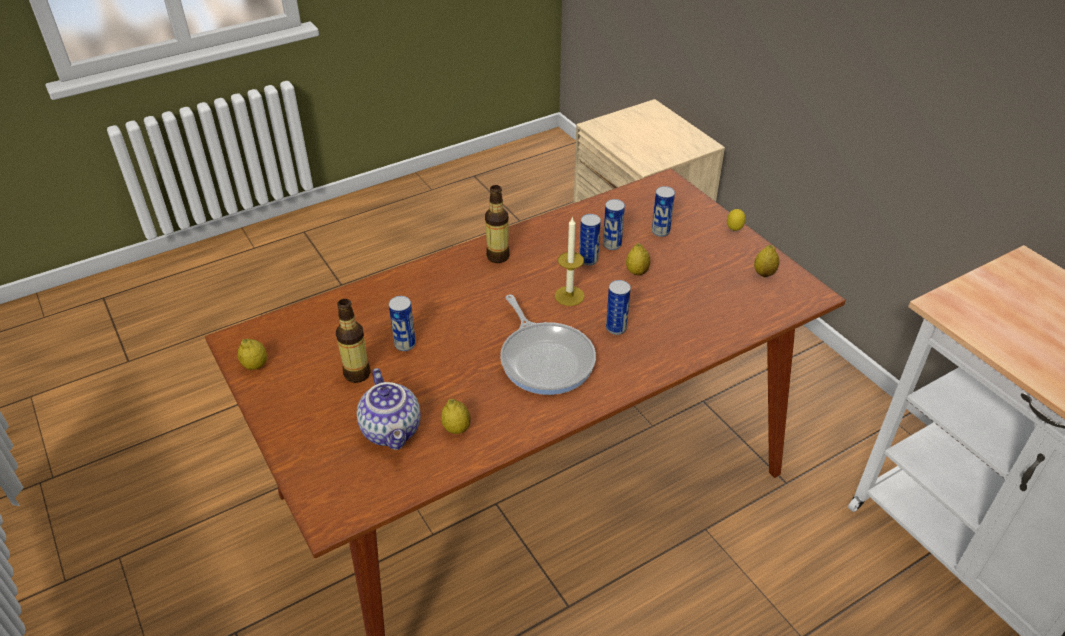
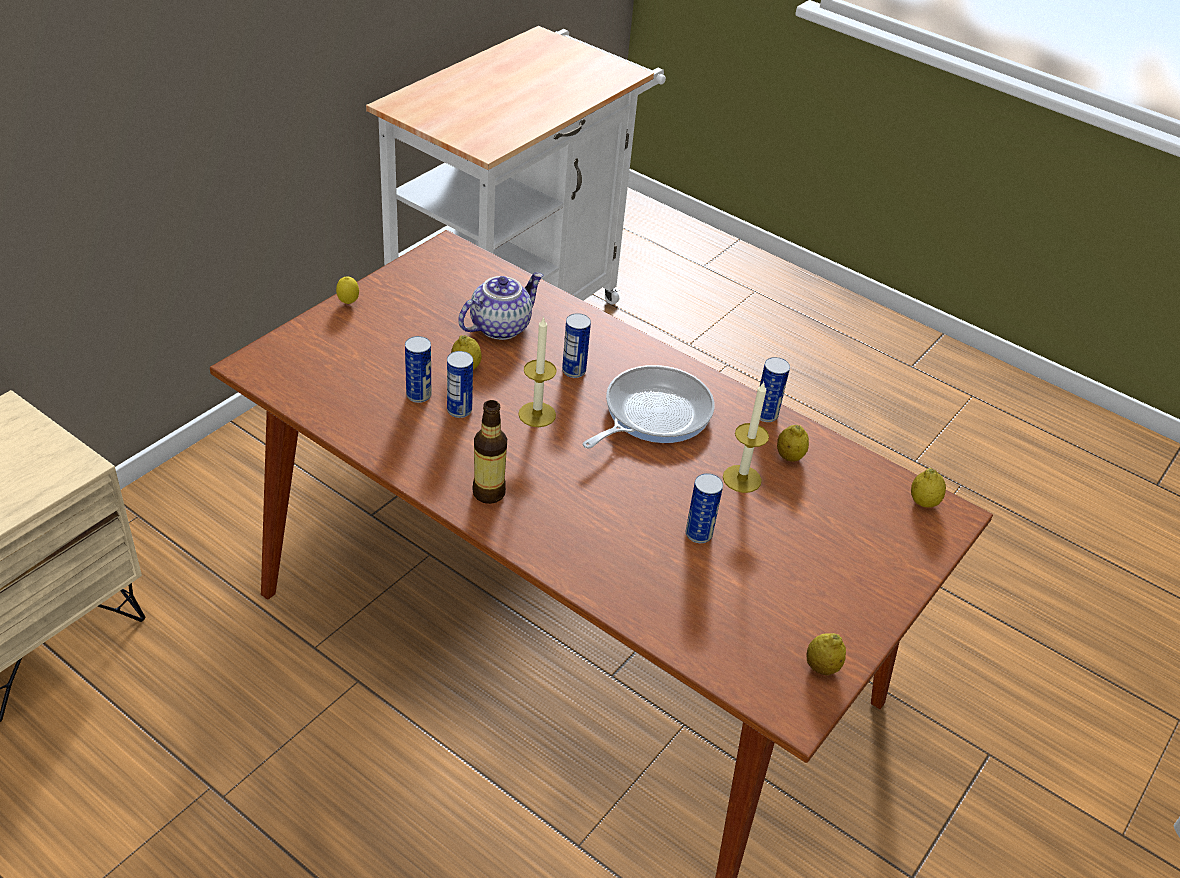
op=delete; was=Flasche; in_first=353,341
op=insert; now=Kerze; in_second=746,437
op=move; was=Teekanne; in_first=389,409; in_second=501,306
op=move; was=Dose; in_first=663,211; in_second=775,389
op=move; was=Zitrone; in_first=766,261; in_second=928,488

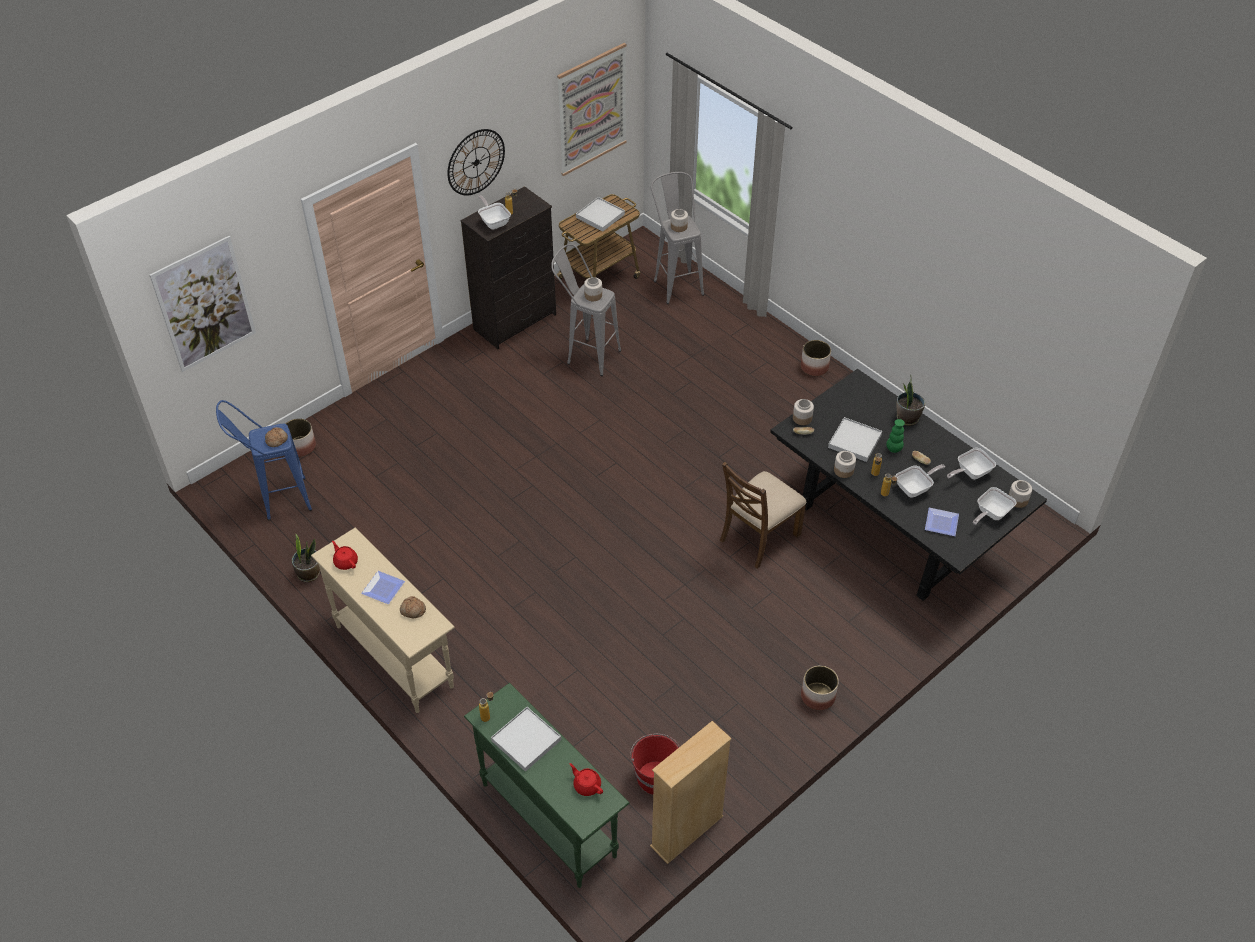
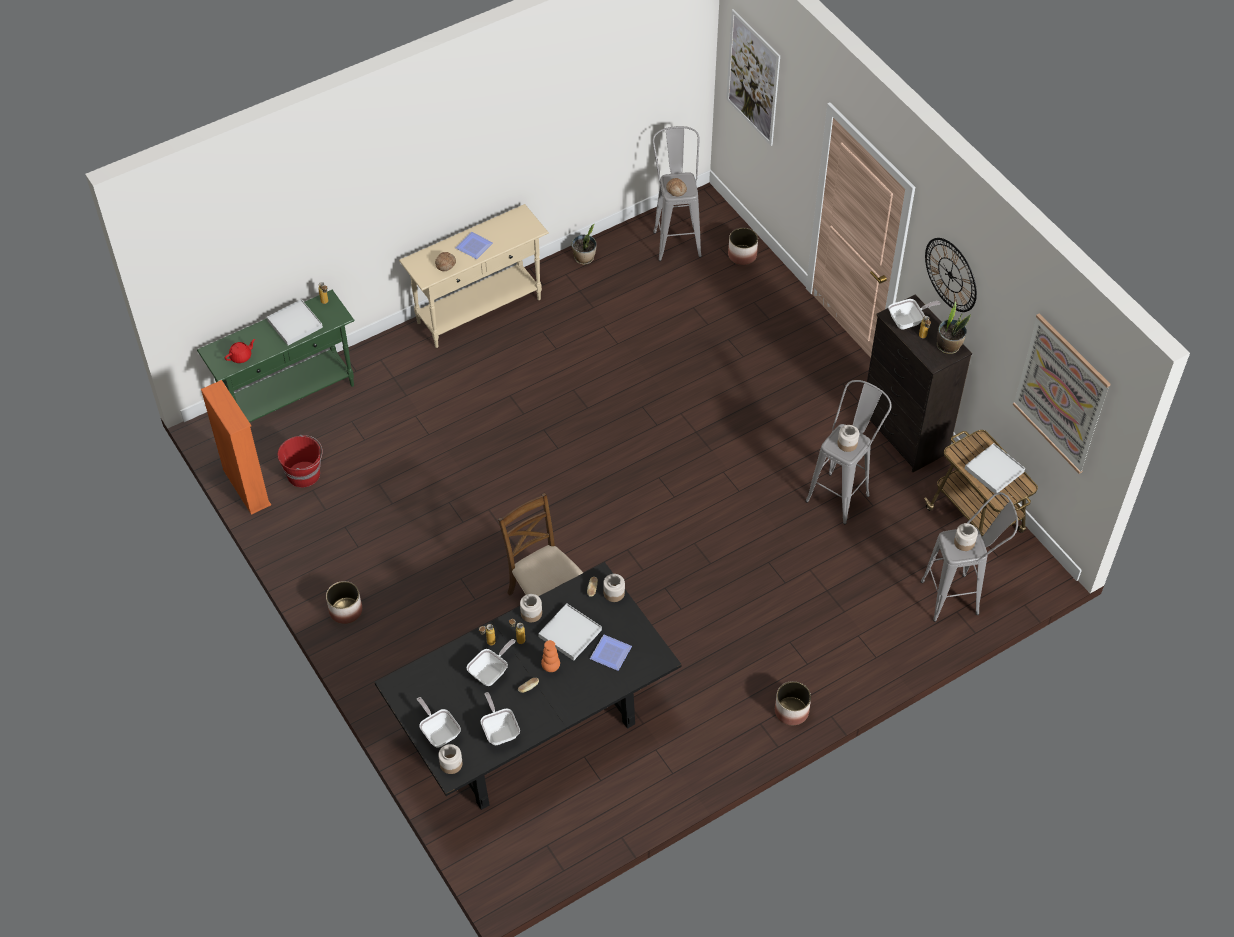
op=delete; was=Teekanne/rot; in_first=345,555
op=move; was=Topfpflanze; in_first=910,400; in_second=954,327
op=move; was=Teller; in_first=942,522; in_second=611,653
op=recolor; was=Hocker/blau; now=Hocker/grau; in_first=264,460; in_second=677,193
op=recolor; was=Bücherregal/beige; now=Bücherregal/orange; in_first=691,792; in_second=236,447
op=recolor; was=Vase/grün; now=Vase/orange; in_first=895,436; in_second=550,656
op=rotate; was=Pfanne; in_first=920,481; in_second=491,662; clockwise=-120

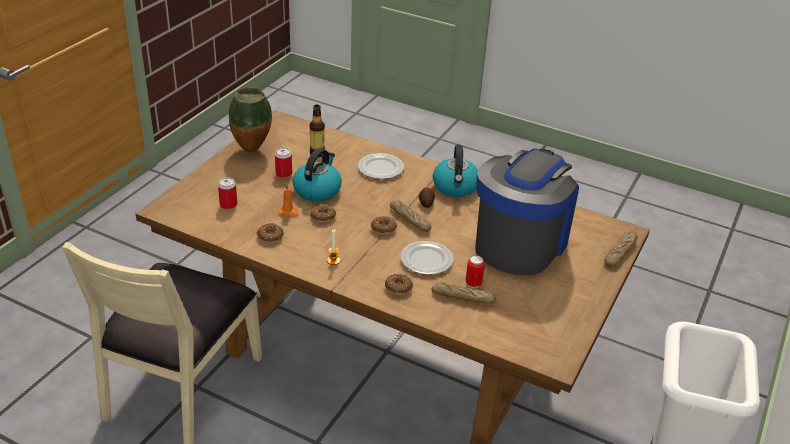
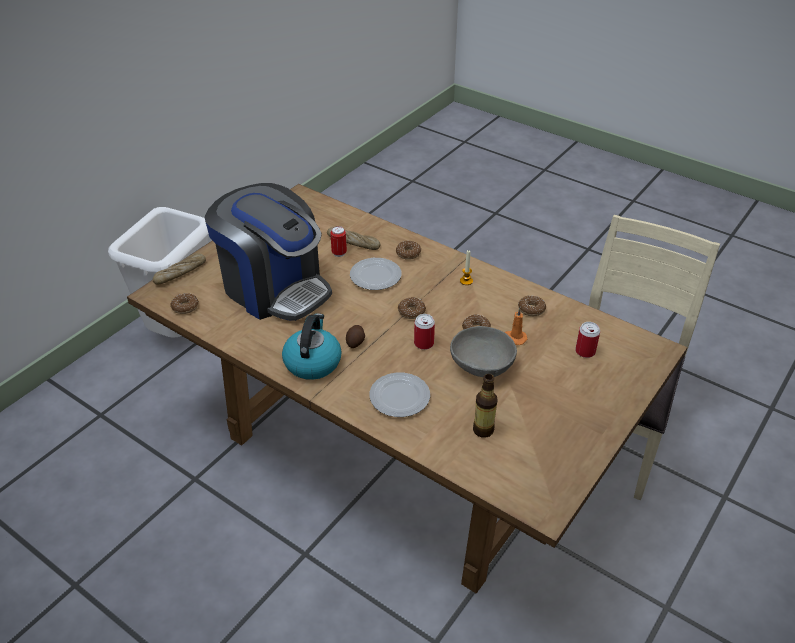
op=delete; was=Vase; in_first=250,120
op=delete; was=Brot; in_first=410,216
op=insert; now=Donut; in_second=184,303
op=move; was=Dose; in_first=283,163; in_second=424,332
op=replace; was=Wasserkessel; now=Schüssel/grau; in_first=317,175; in_second=483,351
op=rotate; was=Kaffeemaschine; in_first=527,211; in_second=268,252; clockwise=-90

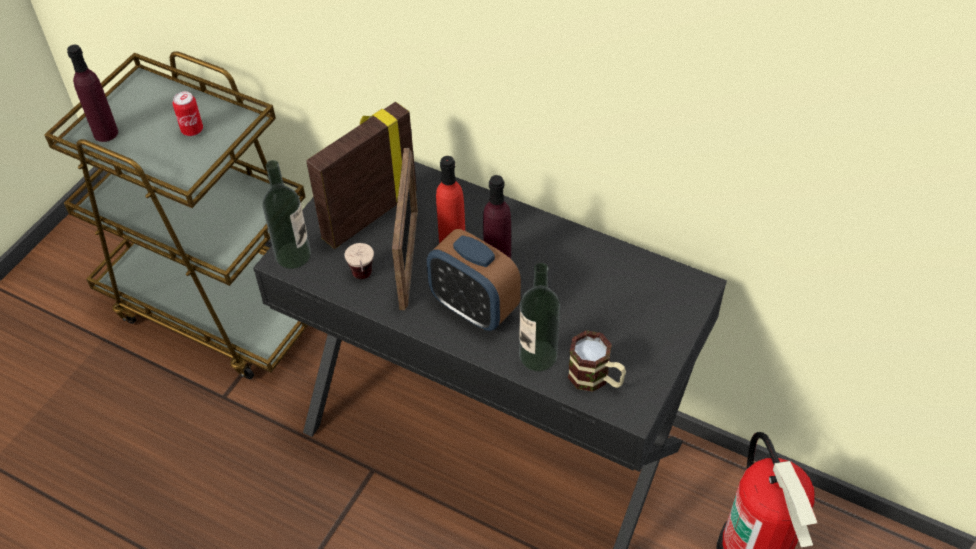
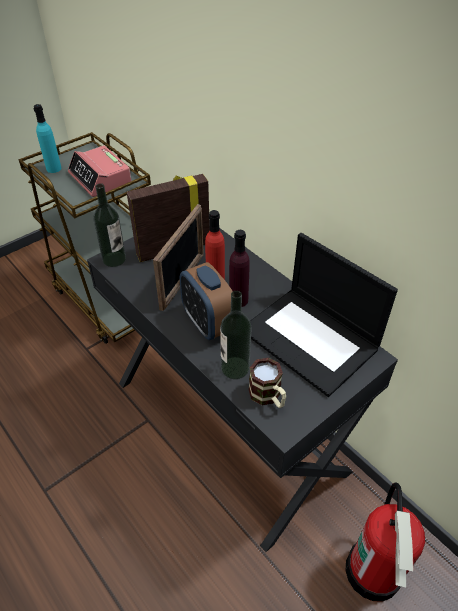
op=delete; was=Tasse; in_first=359,261
op=insert; now=Laptop; in_second=324,315
op=replace; was=Dose; now=Wecker; in_first=188,113; in_second=100,171
op=recolor; was=Flasche/lila; now=Flasche/türkis; in_first=92,93; in_second=47,138

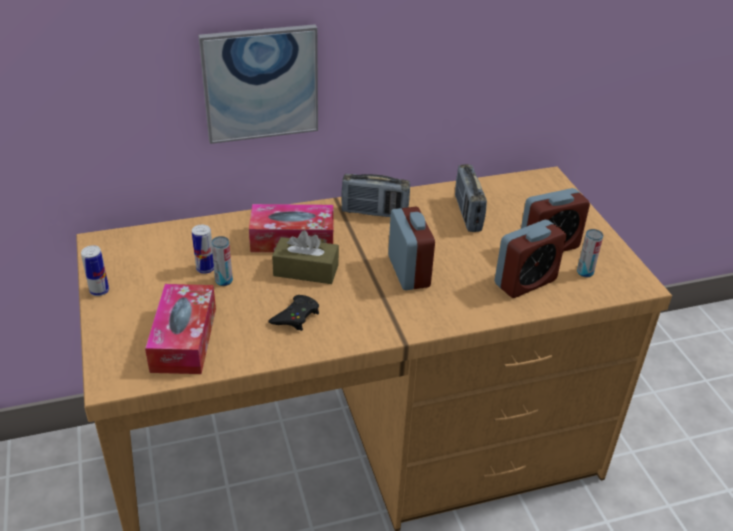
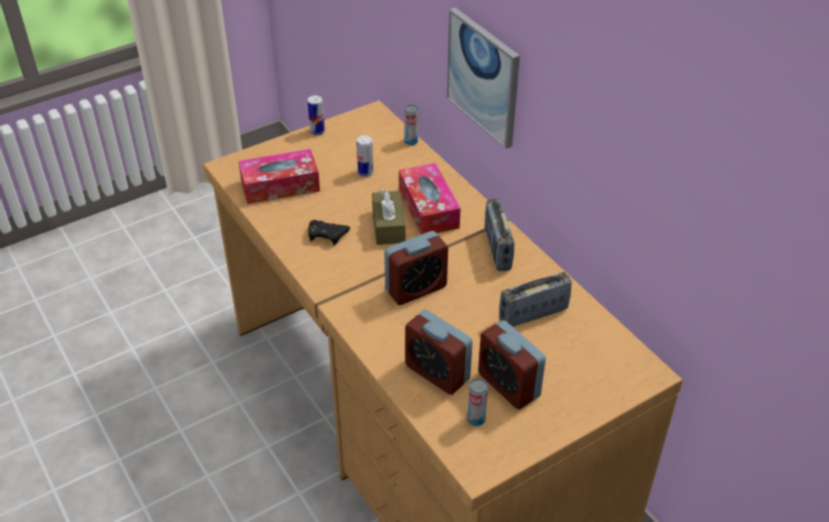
op=move; was=Dose; in_first=222,261; in_second=411,125

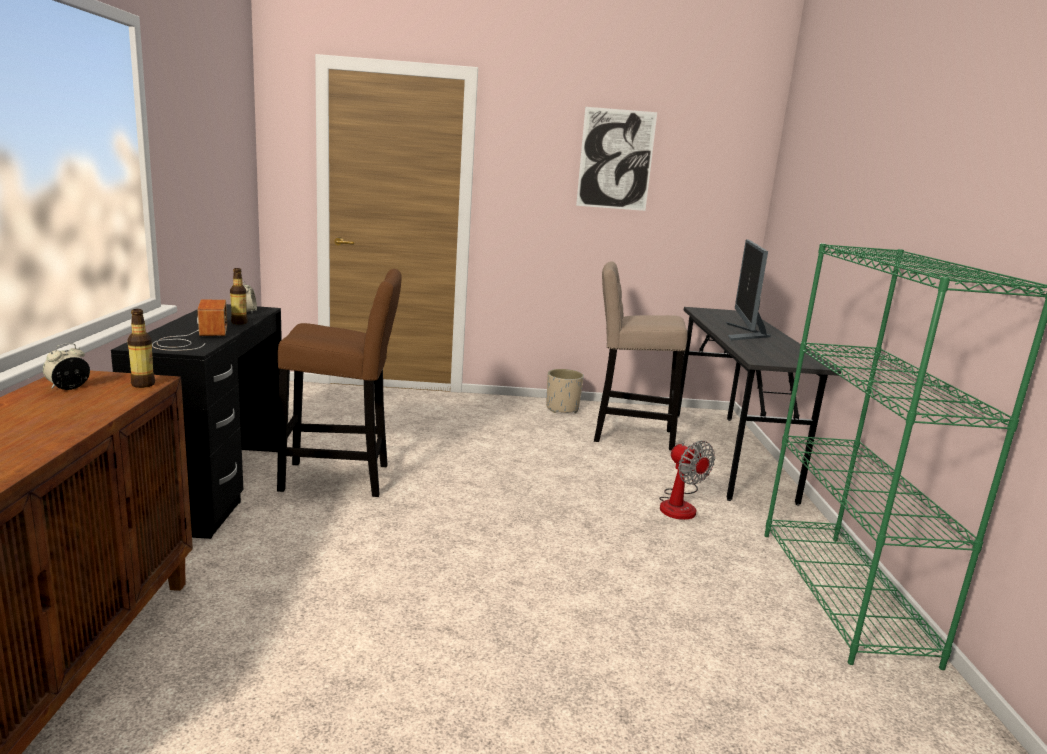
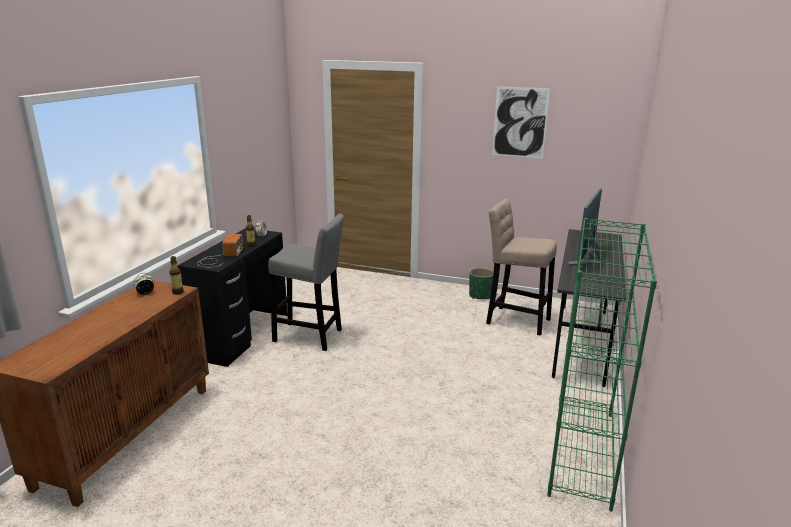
op=delete; was=Ventilator; in_first=687,480
op=recolor; was=Hocker/braun; now=Hocker/grau; in_first=339,383; in_second=306,282
op=recolor; was=Pflanzkübel/beige; now=Pflanzkübel/grün; in_first=565,391; in_second=481,284

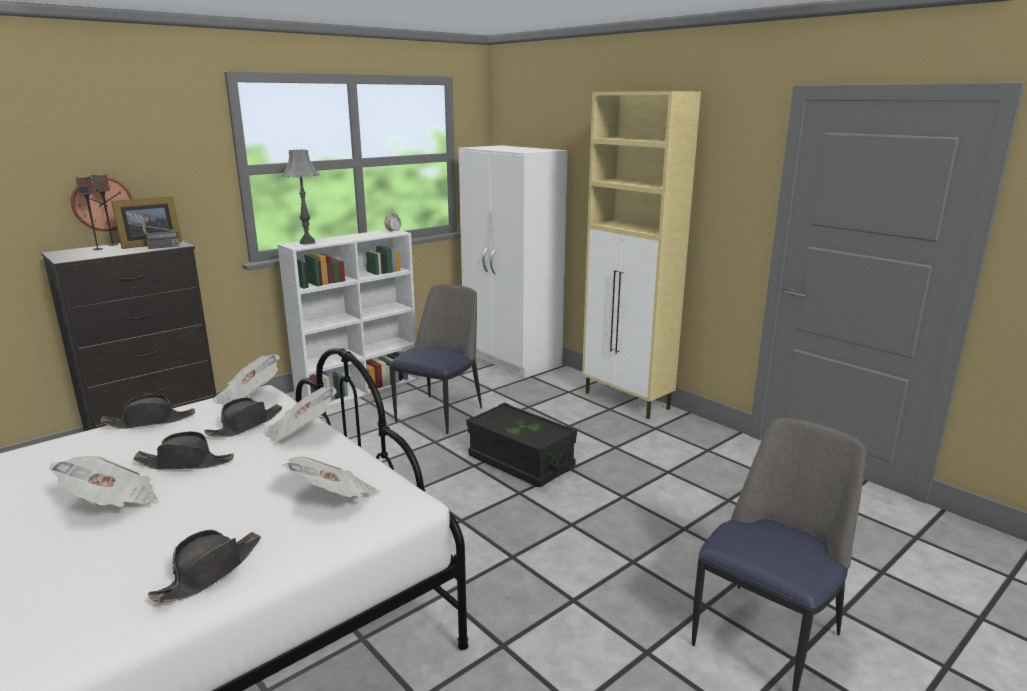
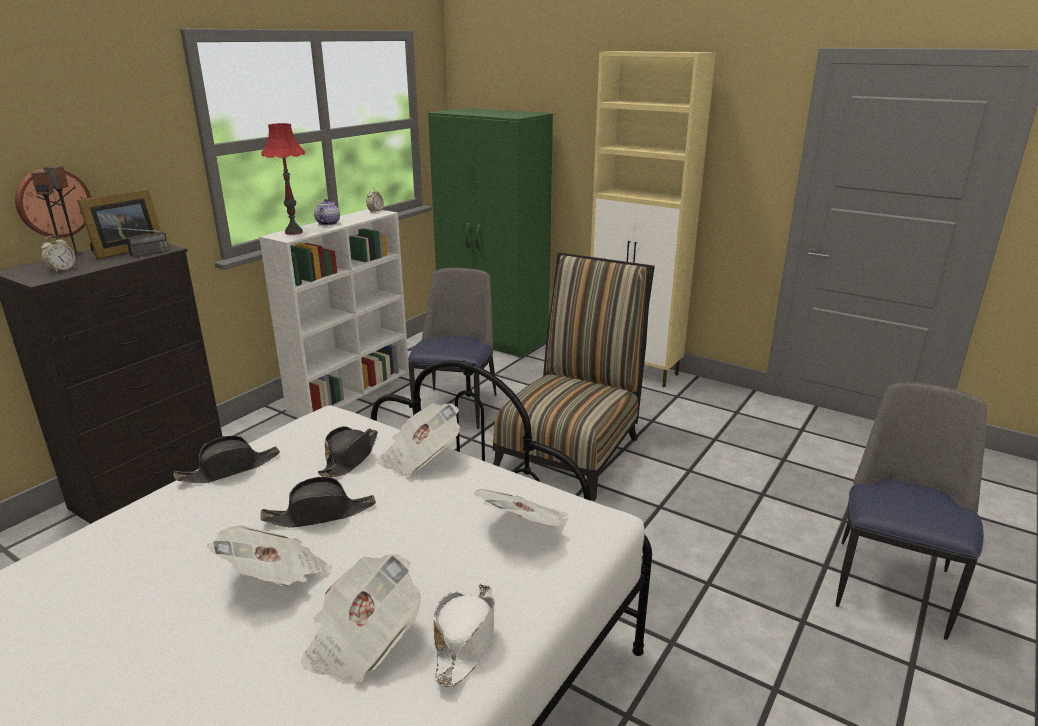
op=insert; now=Wecker; in_second=58,254
op=insert; now=Teekanne; in_second=327,212
op=move; was=Zeitung; in_first=246,379; in_second=361,618
op=replace; was=Aufbewahrungsbox/schwarz; now=Stuhl; in_first=521,444; in_second=574,376
op=recolor; was=Hut/schwarz; now=Hut/weiß; in_first=204,566; in_second=464,635
op=recolor; was=Tischlampe/grau; now=Tischlampe/rot; in_first=300,197; in_second=283,179
op=recolor; was=Kleiderschrank/weiß; now=Kleiderschrank/grün; in_first=513,261; in_second=490,233

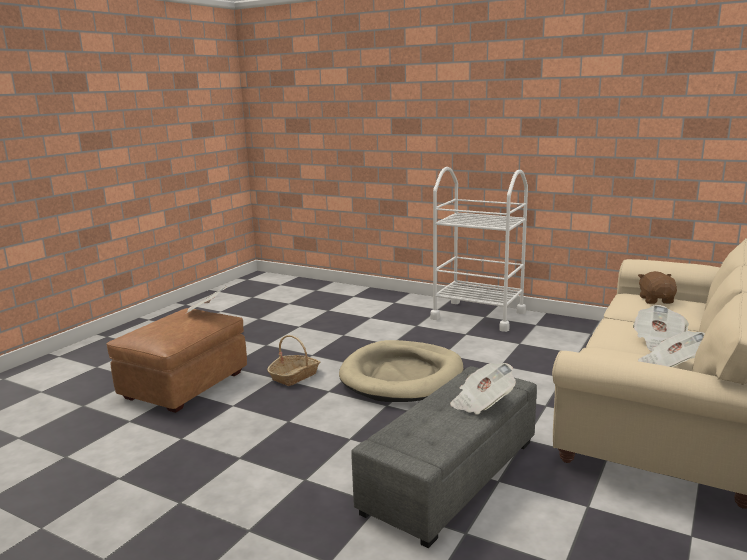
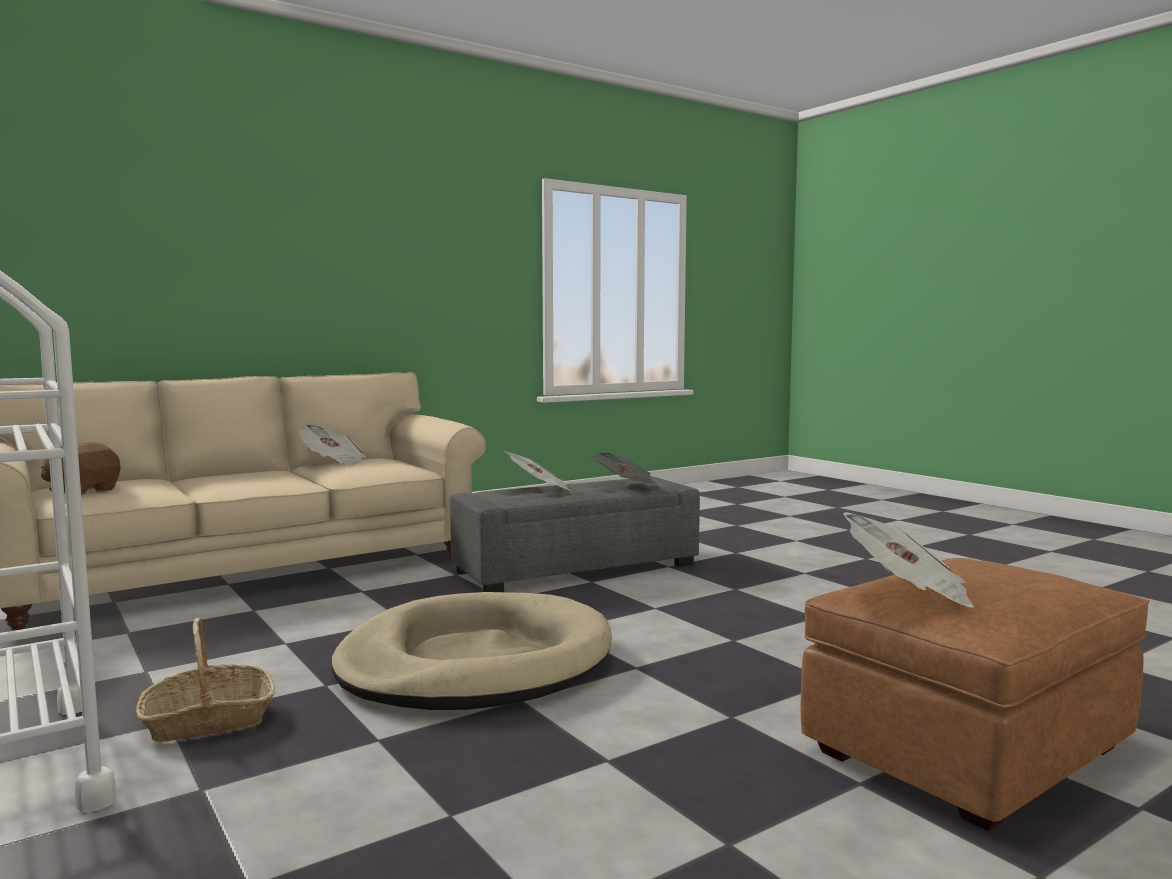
op=move; was=Korb; in_first=293,360; in_second=205,680
op=move; was=Zeitung; in_first=661,328; in_second=623,468

